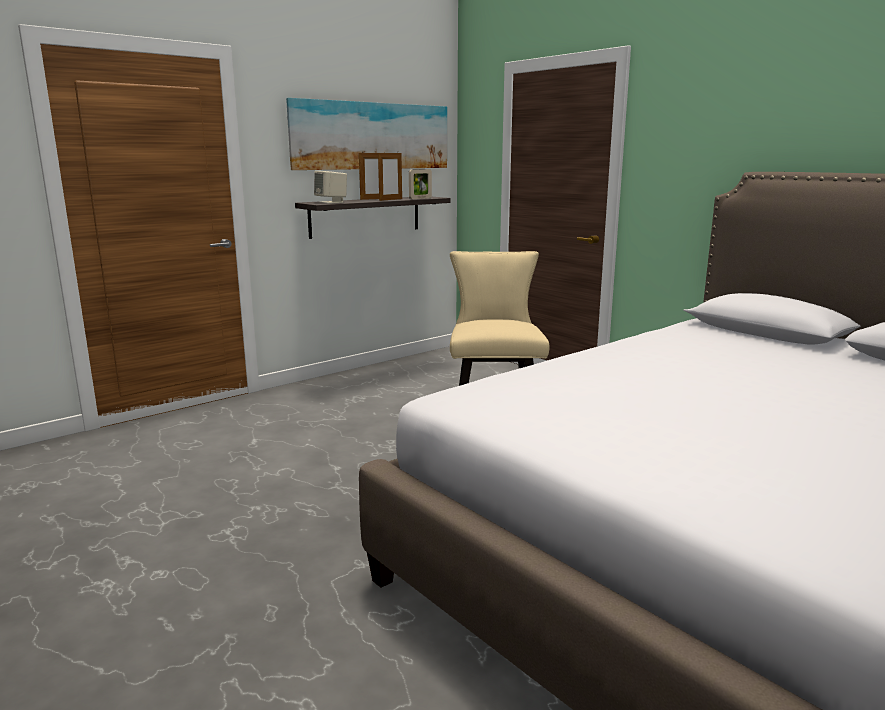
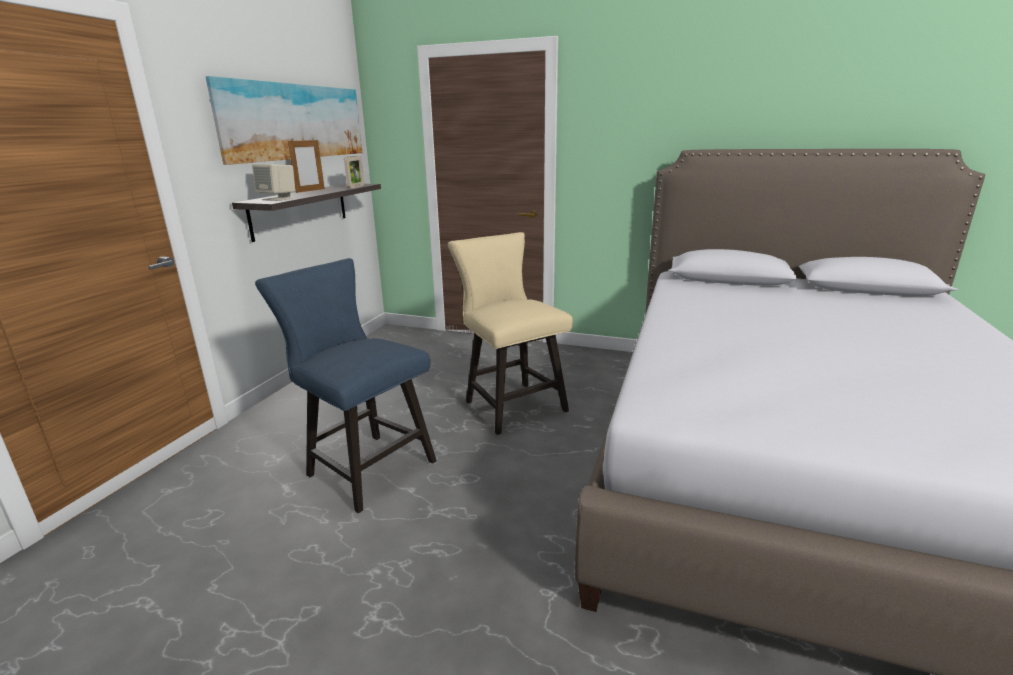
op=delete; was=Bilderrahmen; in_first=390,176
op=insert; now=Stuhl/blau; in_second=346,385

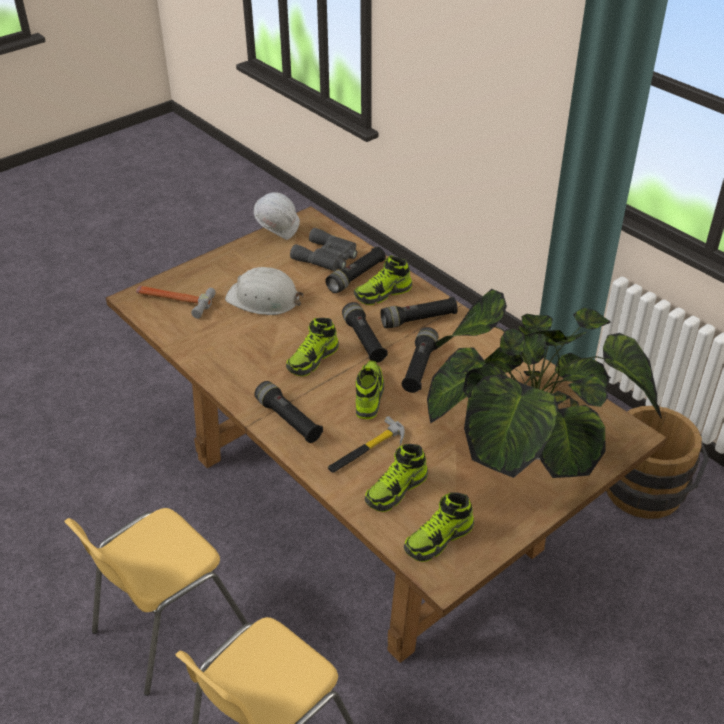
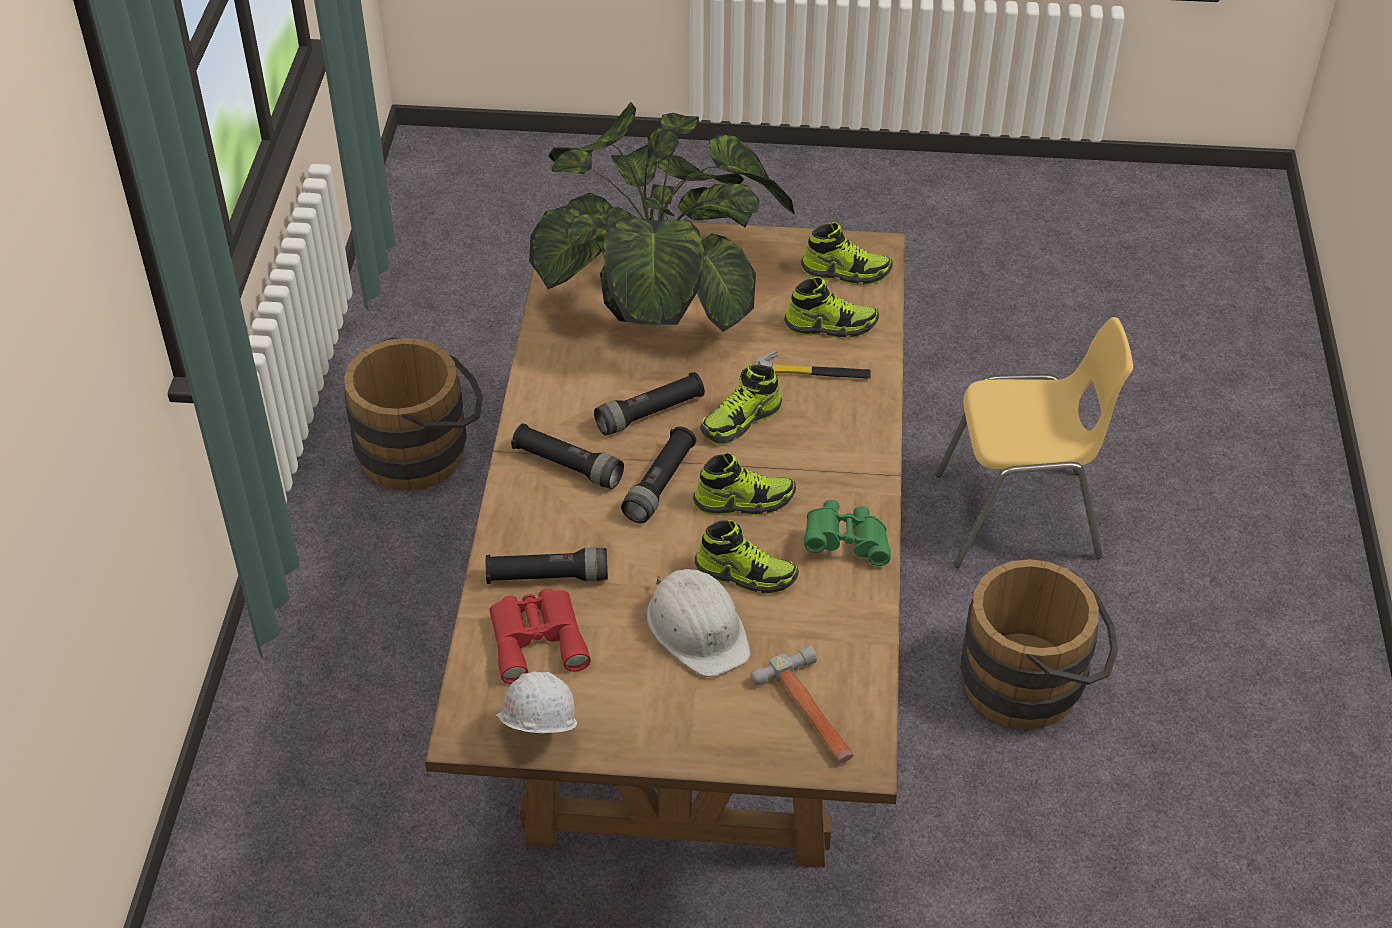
op=delete; was=Taschenlampe/schwarz; in_first=289,412
op=insert; now=Fernglas/grün; in_second=847,533
op=move; was=Schuh; in_first=383,280; in_second=747,557
op=replace; was=Stuhl/gelb; now=Eimer/braun; in_first=156,602; in_second=1039,642
op=recolor; was=Fernglas/grau; now=Fernglas/rot; in_first=323,249; in_second=540,636

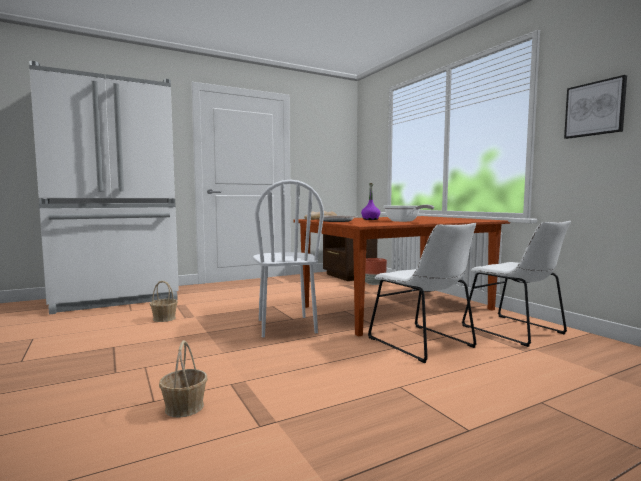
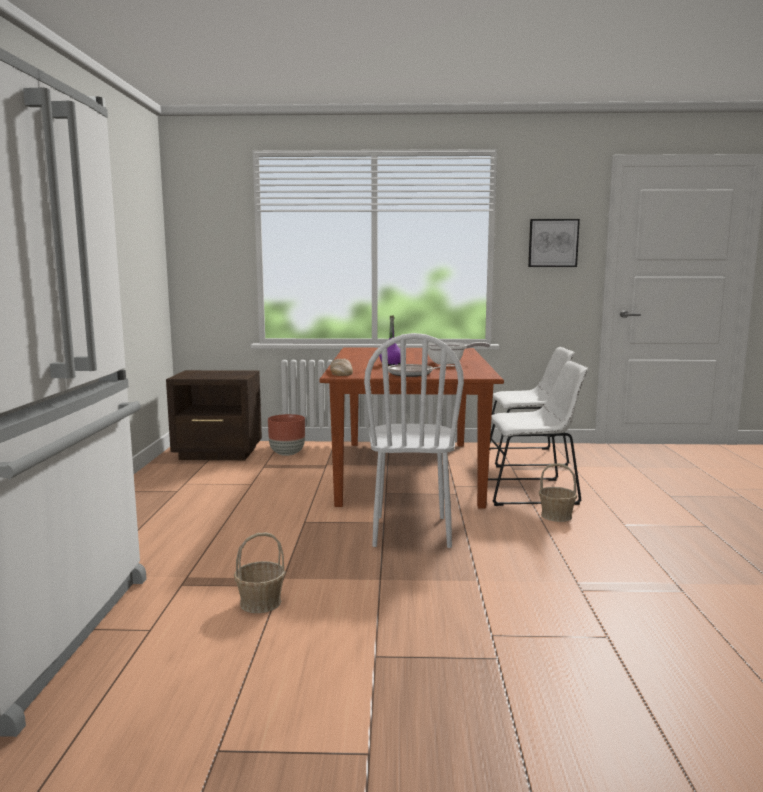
op=move; was=Korb; in_first=183,379; in_second=558,492
op=rotate; was=Stuhl/weiß; in_first=288,258; in_second=414,440; clockwise=75

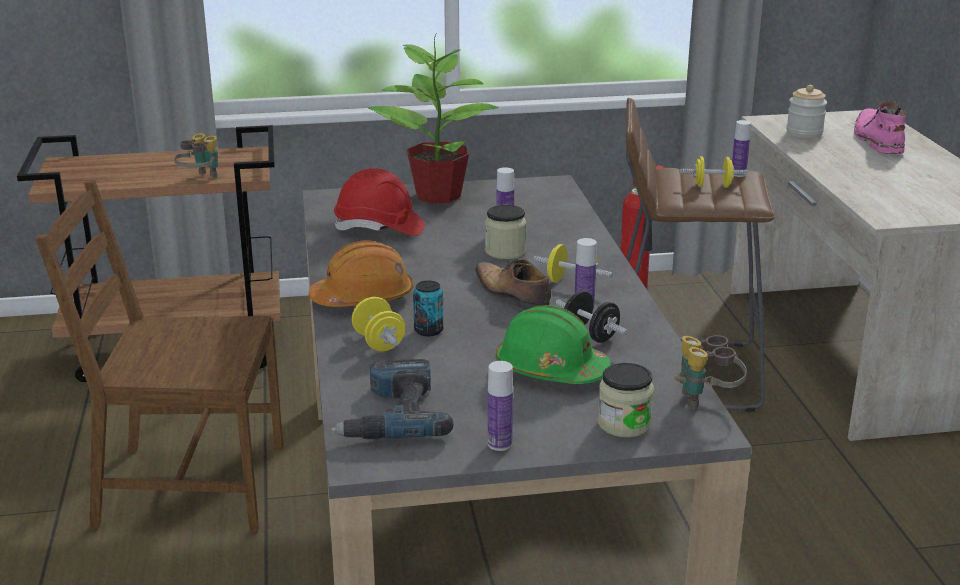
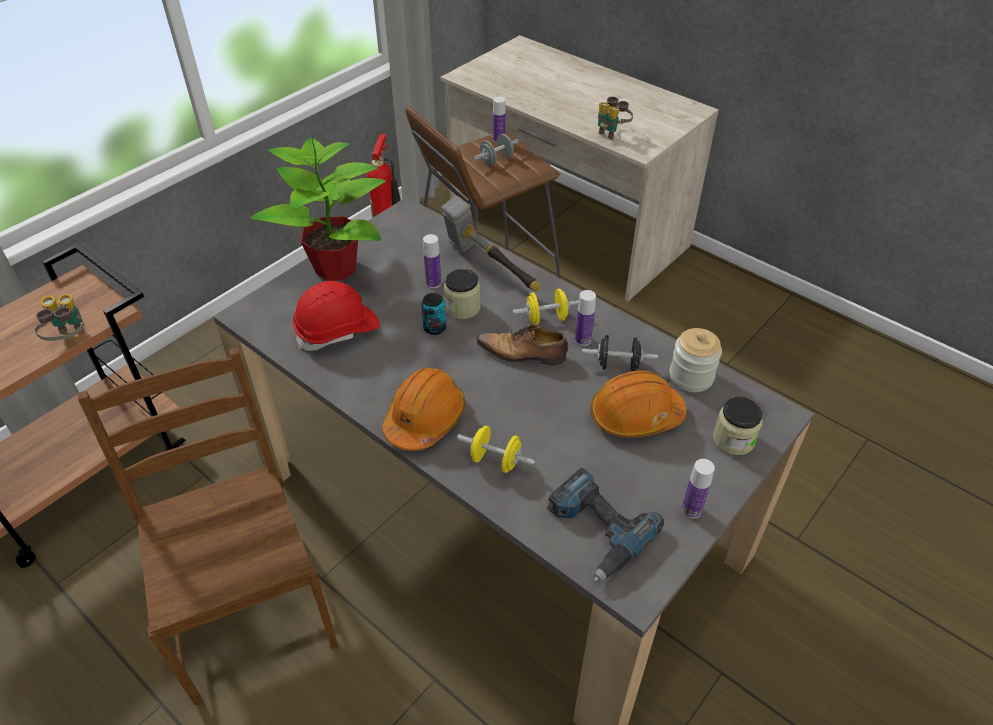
op=delete; was=Stiefel/rosa; in_first=880,127
op=insert; now=Hammer; in_second=490,243
op=move; was=Dose; in_first=428,308; in_second=433,314
op=move; was=Fernglas; in_first=711,372; in_second=615,118
op=move; was=Vorratsglas; in_first=806,111; in_second=696,360
op=recolor; was=Schutzhelm/grün; now=Schutzhelm/orange; in_first=553,344; in_second=639,404
op=recolor; was=Hantel/gelb; now=Hantel/grau; in_first=714,172; in_second=496,150
op=rotate; was=Stuhl/braun; in_first=159,357; in_second=207,526; clockwise=105

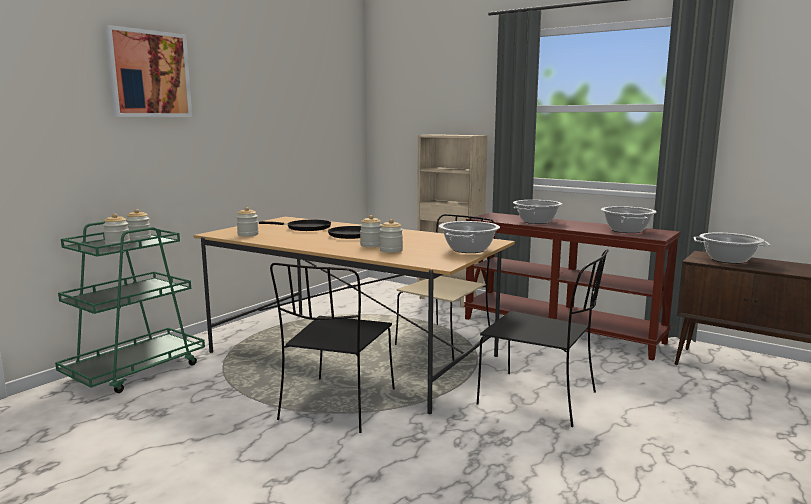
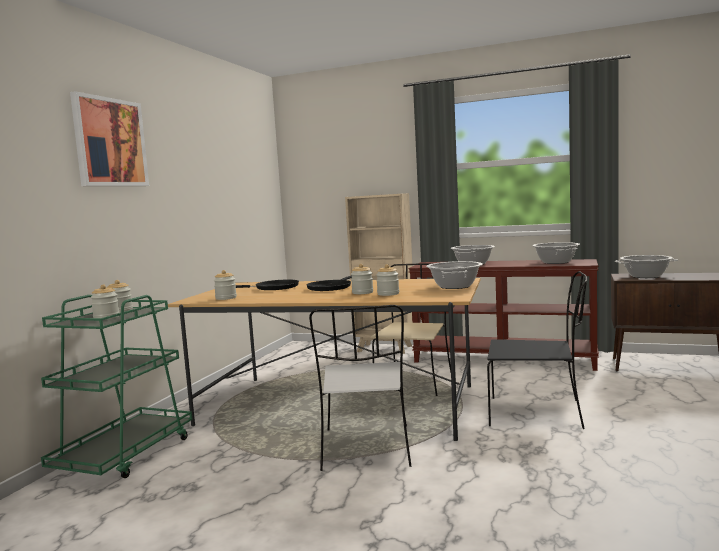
op=recolor; was=Stuhl/schwarz; now=Stuhl/weiß; in_first=332,348; in_second=360,388

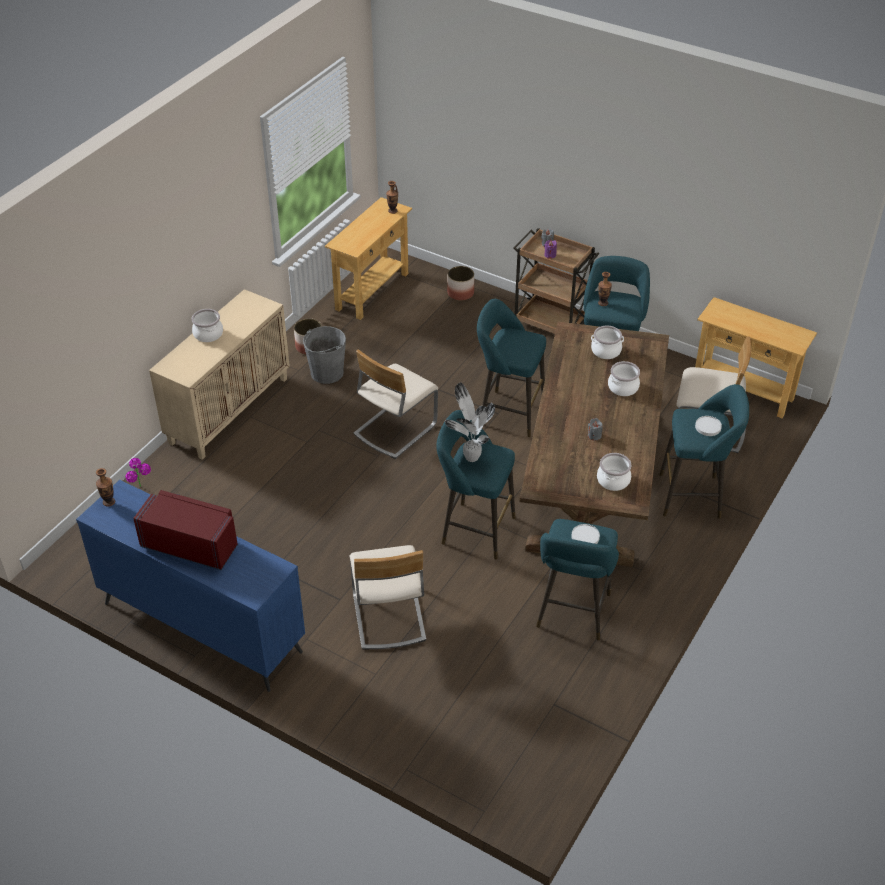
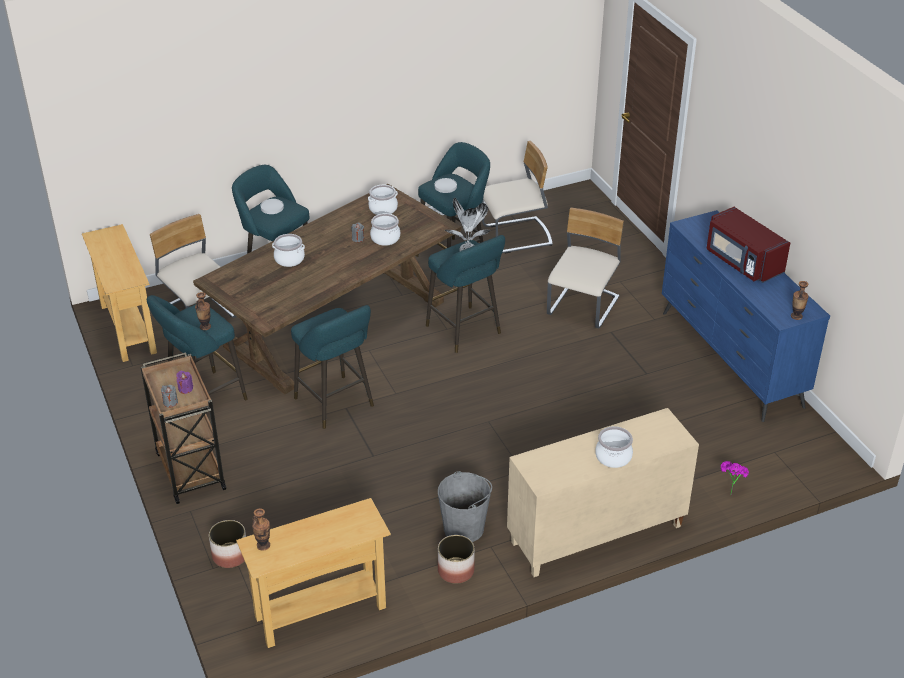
op=move; was=Stuhl/beige; in_first=396,404; in_second=517,197
op=move; was=Kochtopf; in_first=607,342; in_second=385,229

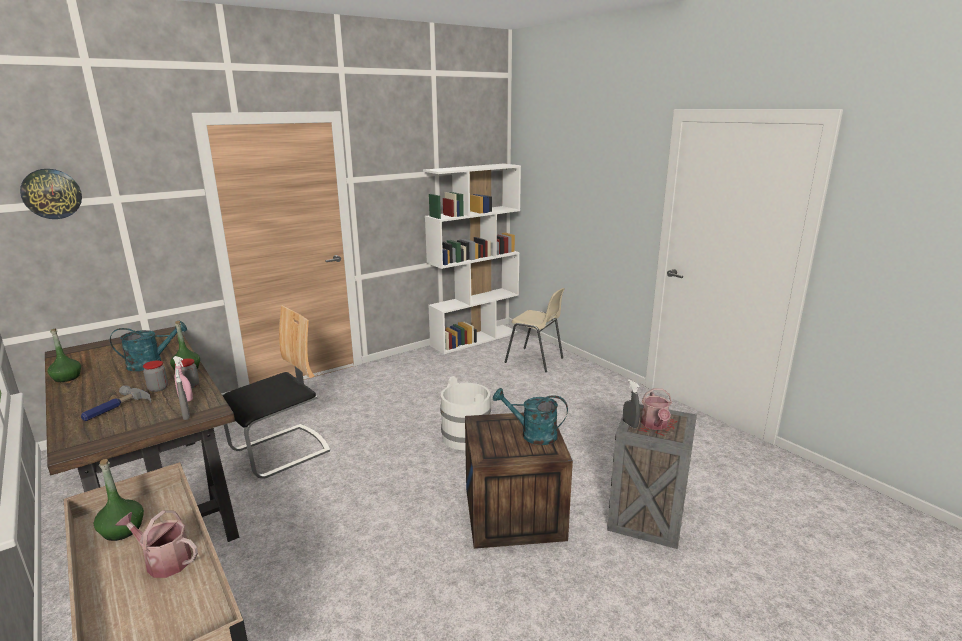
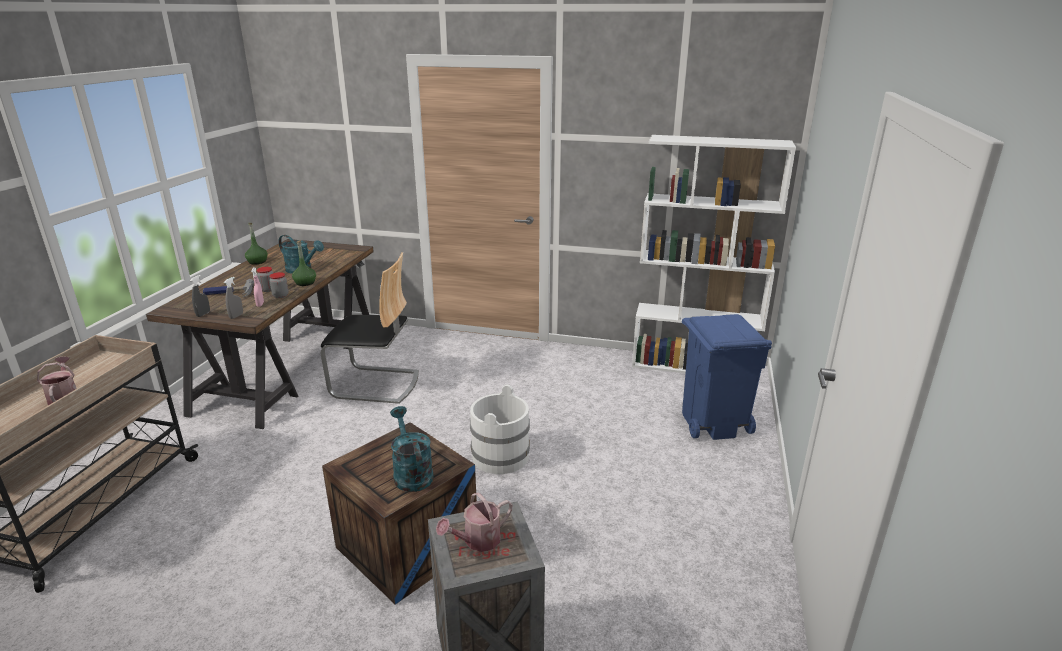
op=delete; was=Wanduhr; in_first=51,194
op=delete; was=Flasche/grün; in_first=119,500
op=move; was=Sprühflasche/grau; in_first=631,403; in_second=200,296
op=replace; was=Stuhl/beige; now=Mülleimer/blau; in_first=535,330; in_second=727,377

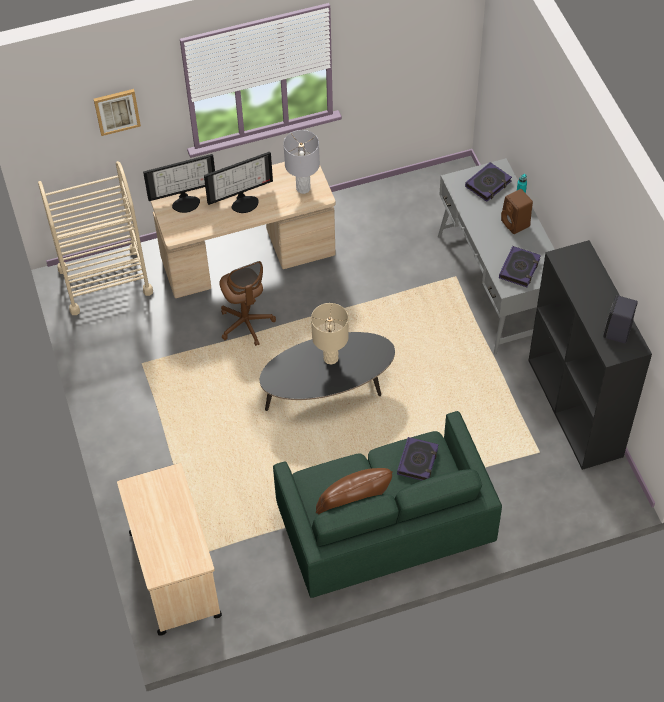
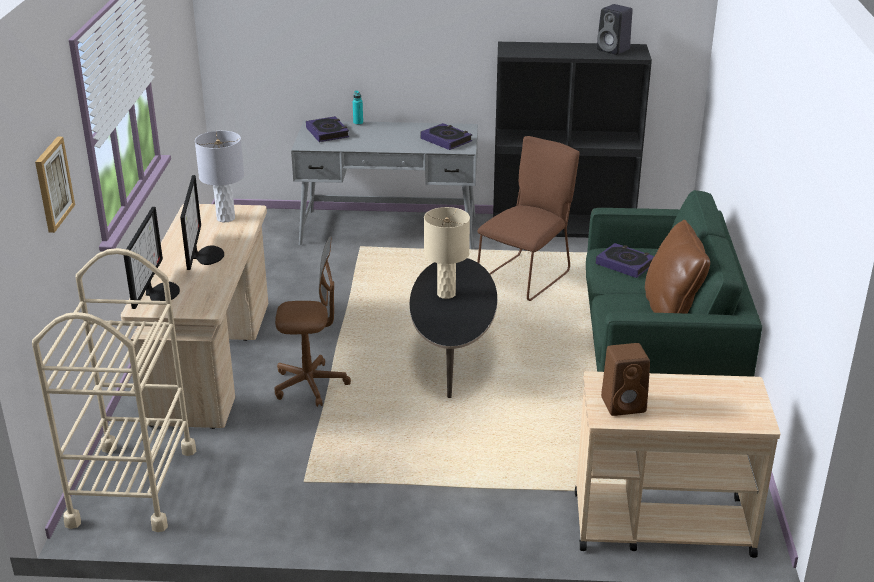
op=insert; now=Stuhl/braun; in_second=528,218
op=move; was=Lautsprecher/braun; in_first=517,211; in_second=625,379

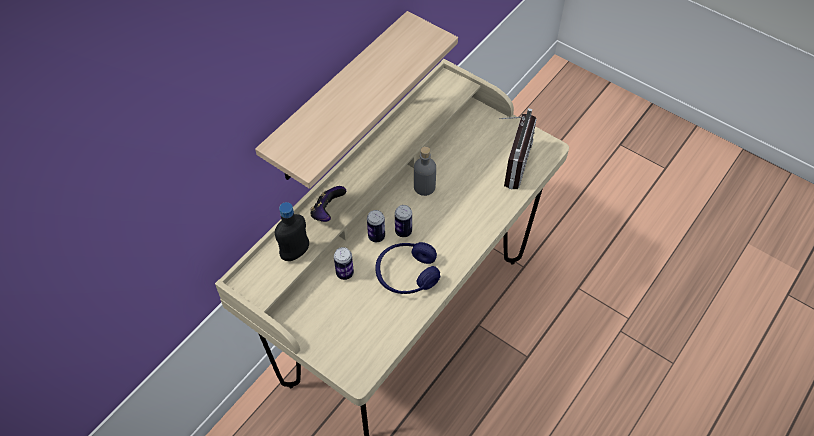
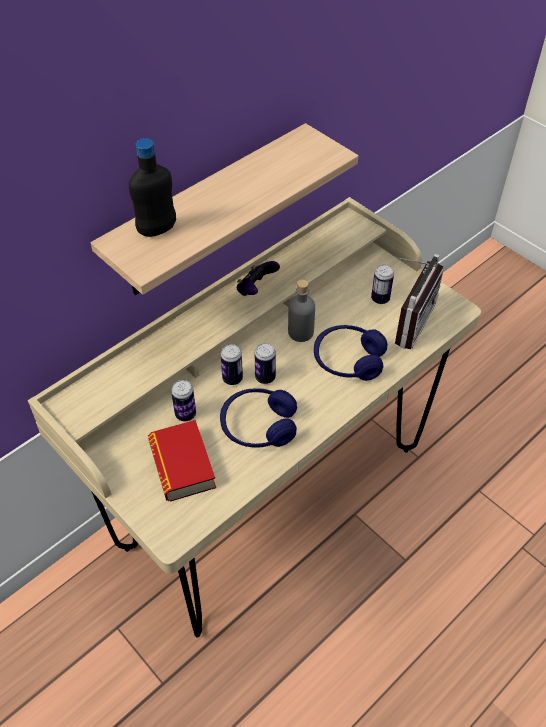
op=insert; now=Buch; in_second=182,461
op=insert; now=Kopfhörer/blau; in_second=350,353
op=insert; now=Dose; in_second=382,284
op=move; was=Flasche/schwarz; in_first=292,231; in_second=152,187
op=move; was=Gamepad; in_first=328,204; in_second=258,278

